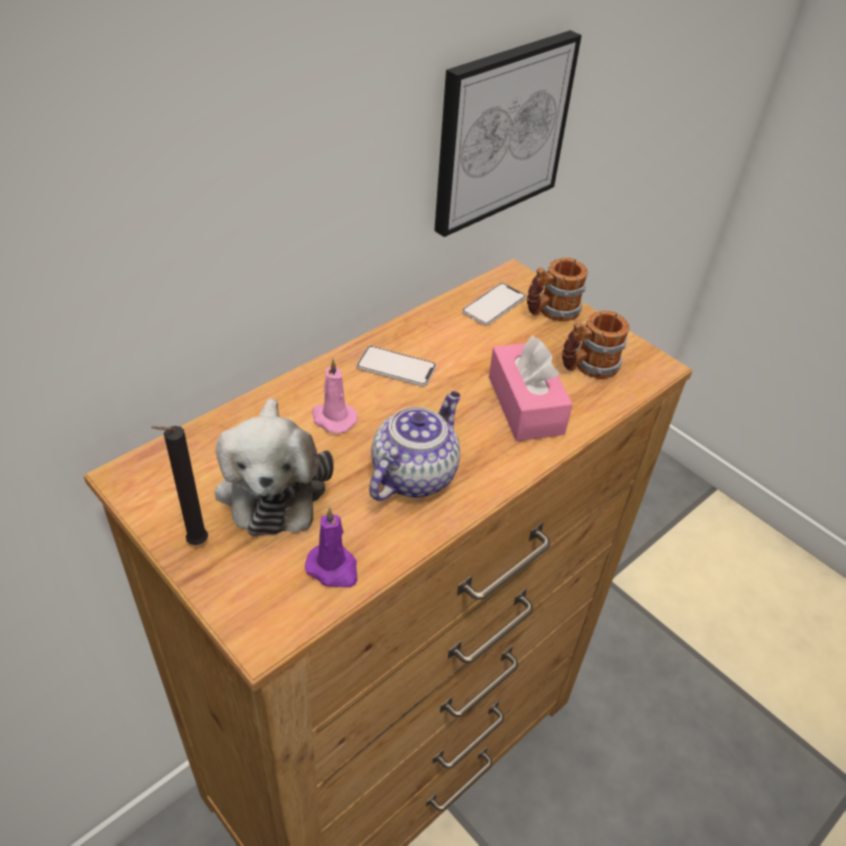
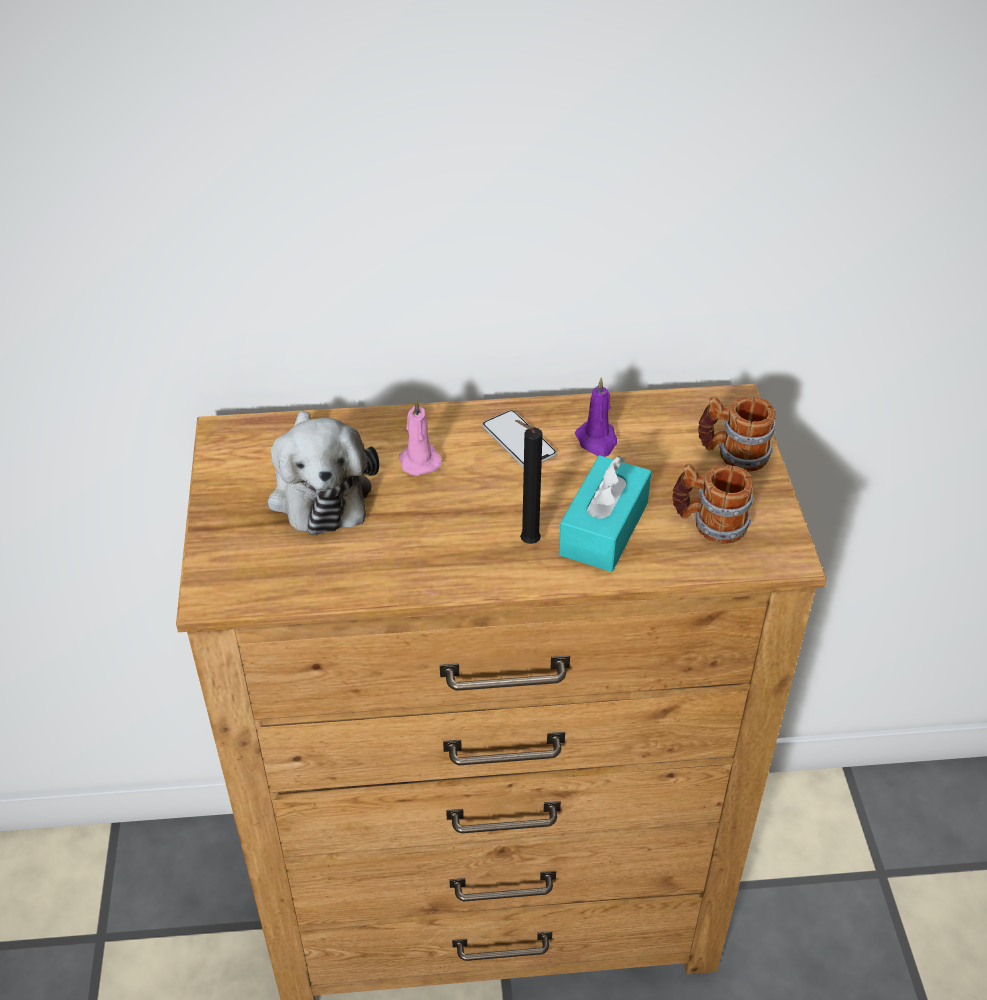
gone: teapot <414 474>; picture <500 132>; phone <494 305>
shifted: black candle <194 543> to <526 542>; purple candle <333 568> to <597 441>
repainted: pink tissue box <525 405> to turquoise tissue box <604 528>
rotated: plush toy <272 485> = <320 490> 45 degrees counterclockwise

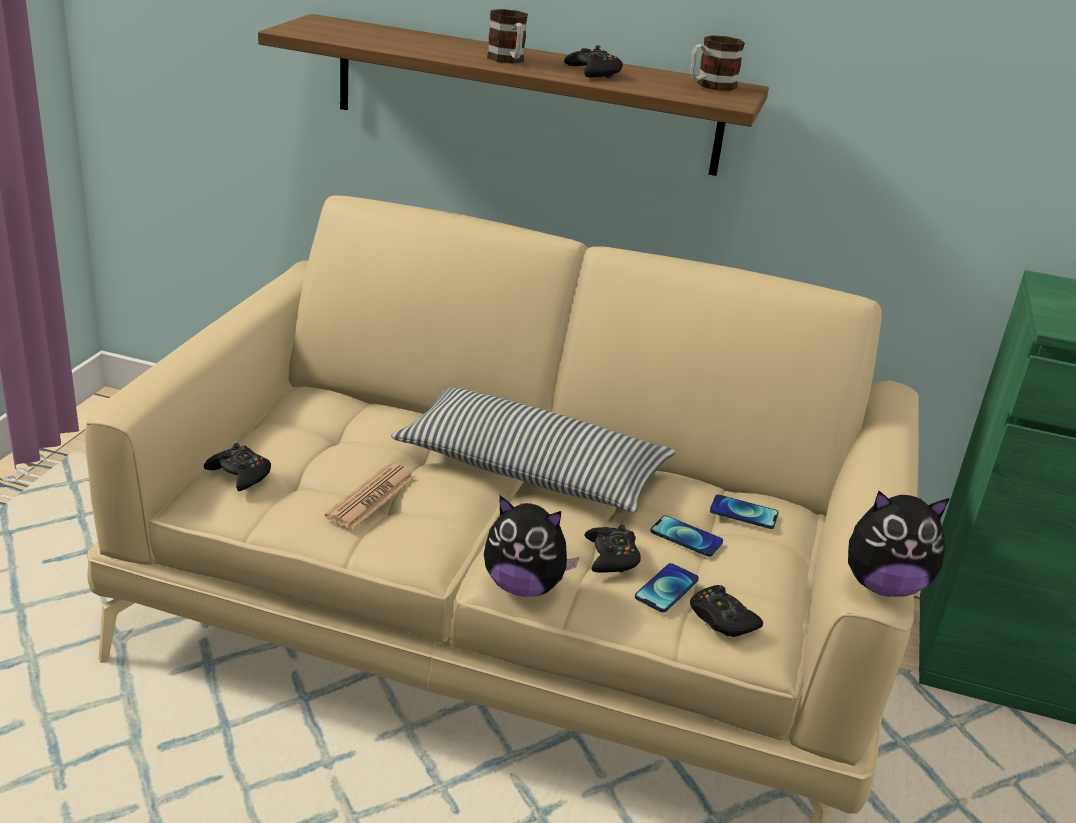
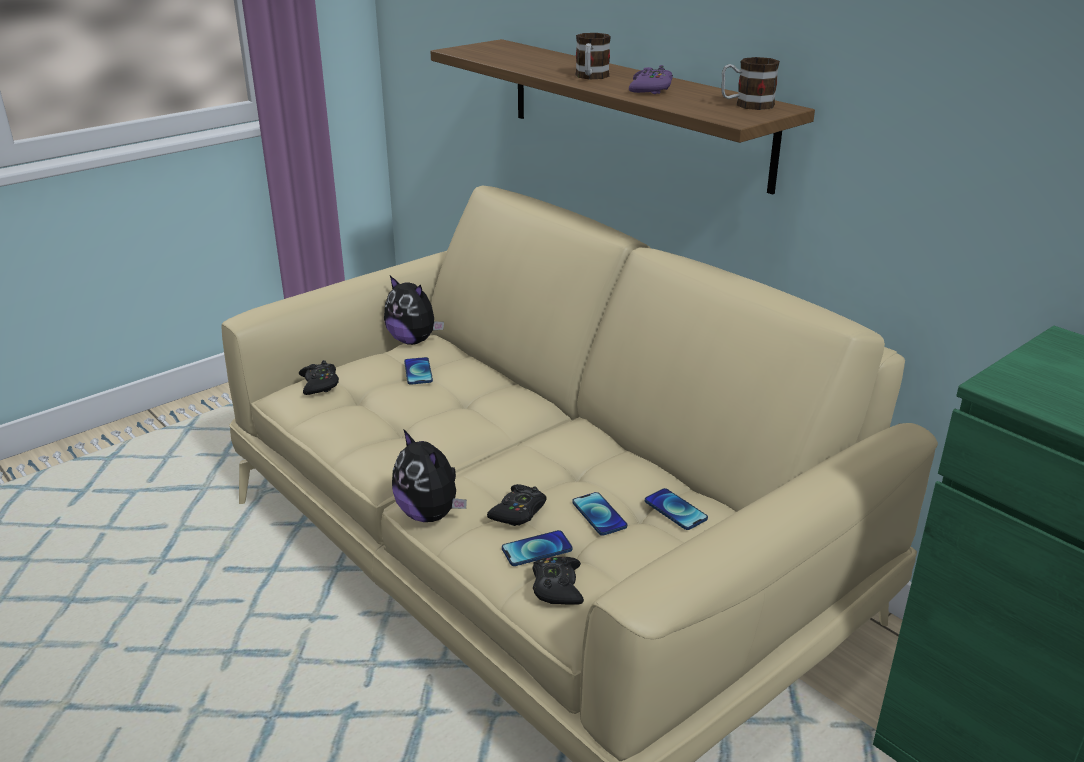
gone: newspaper <371 497>; pillow <531 470>
new: phone <418 372>
shifted: plush toy <882 585> to <413 340>
repainted: black game controller <593 72> to purple game controller <650 89>

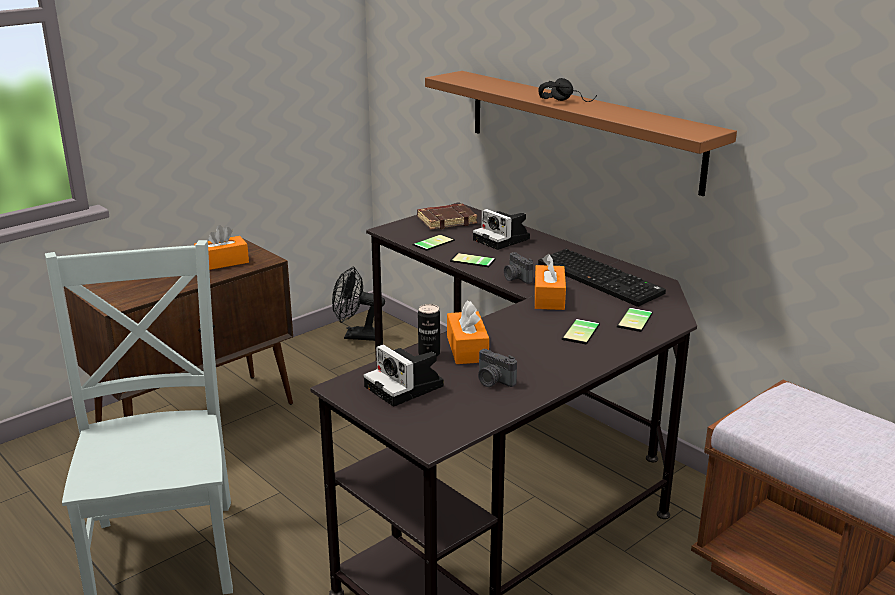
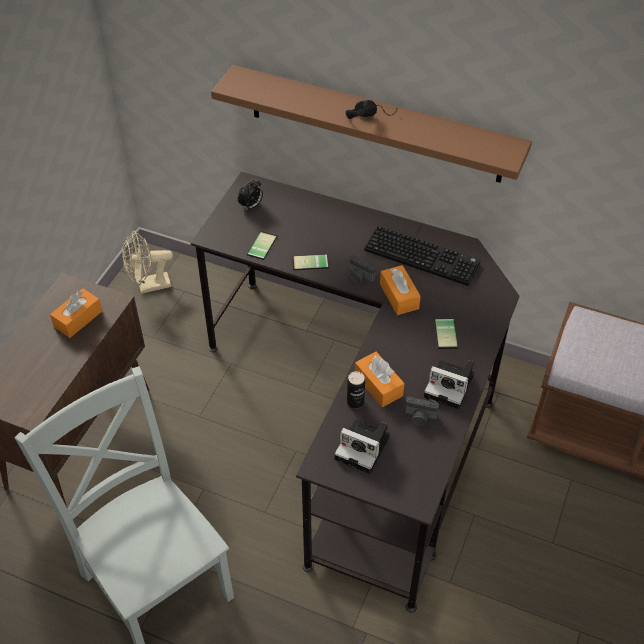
gone: phone <637 320>
shifted: photo camera <503 239> to <451 386>
swapped: brown book <447 220> to alarm clock <251 206>
repainted: black fan <356 336> to beige fan <149 286>

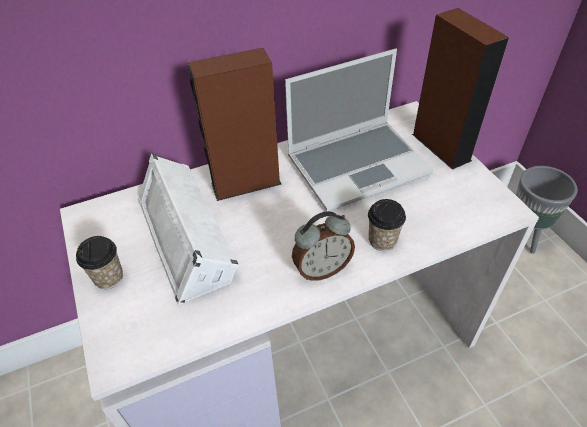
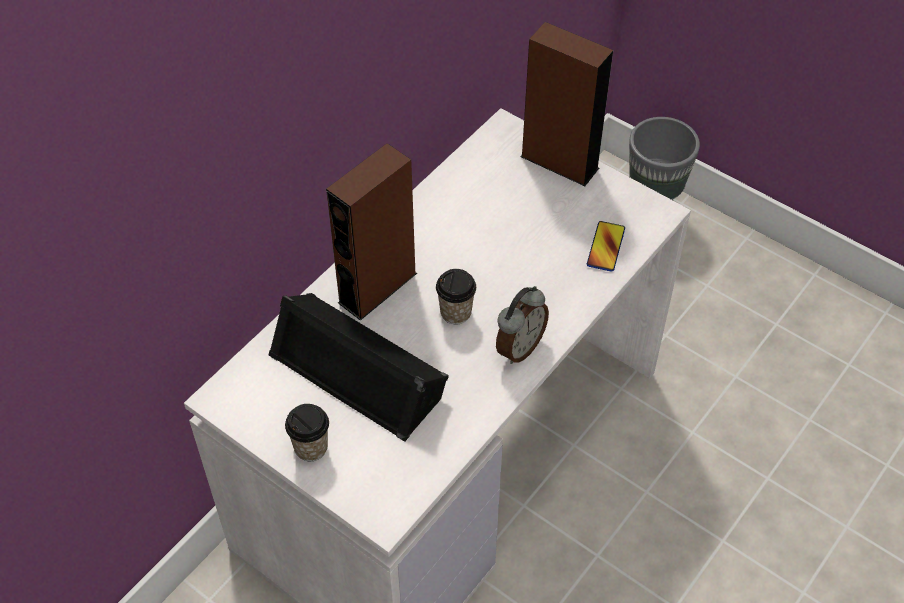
gone: laptop <358 165>
new: phone <605 247>
shifted: cup <382 240> to <455 312>
repainted: white speaker <188 236> to black speaker <359 371>

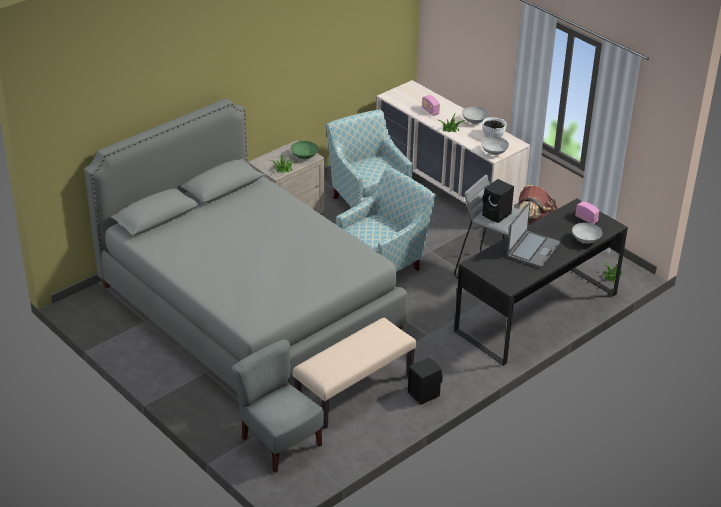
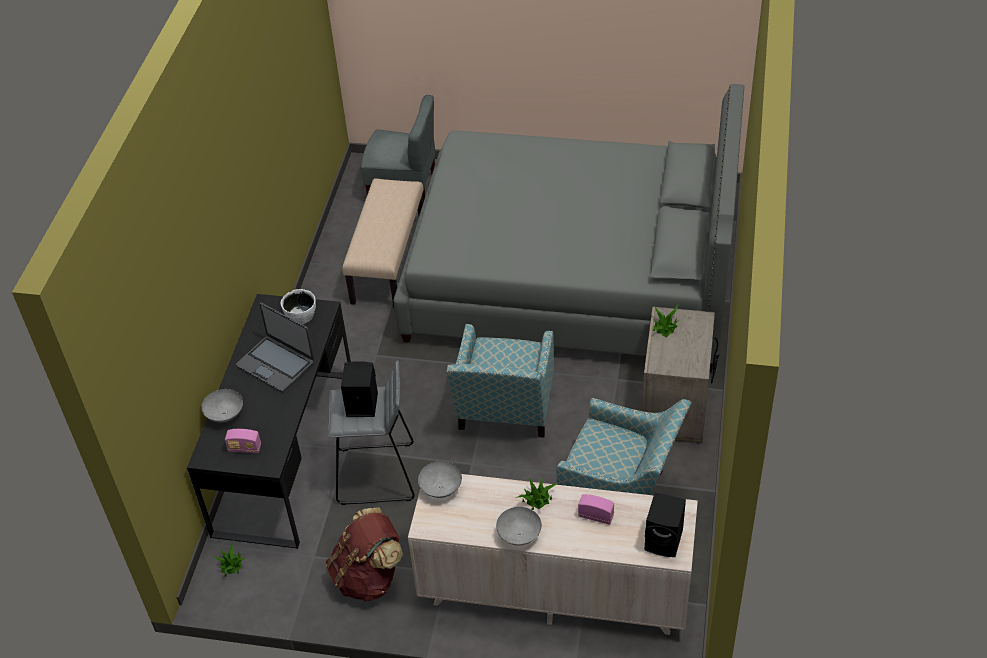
gone: green bowl <303 157>
shifted: black speaker <423 393> to <665 541>; white bowl <493 135> to <301 316>
rotated: laptop <532 250> = <276 364> 45 degrees counterclockwise

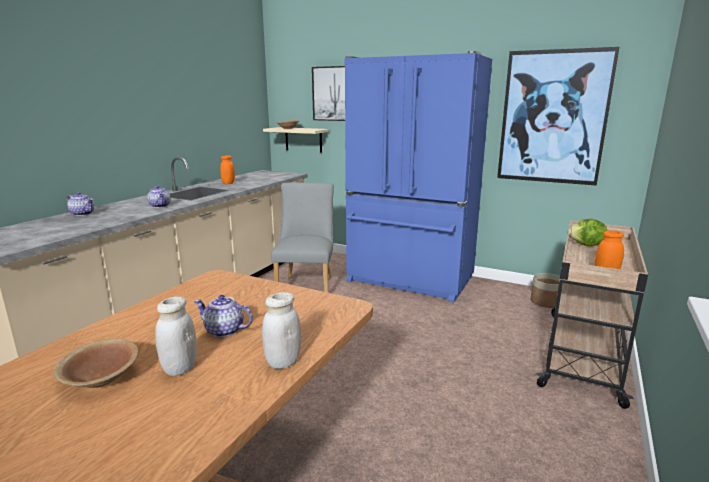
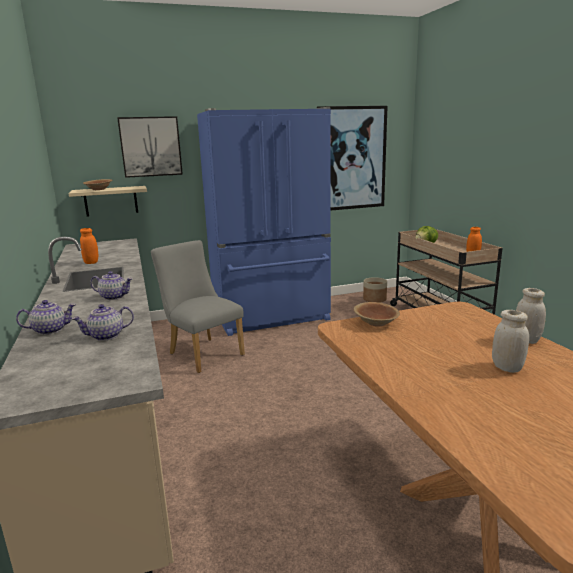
shifted: brown bowl <101 379> to <376 323>; teapot <224 330> to <106 336>

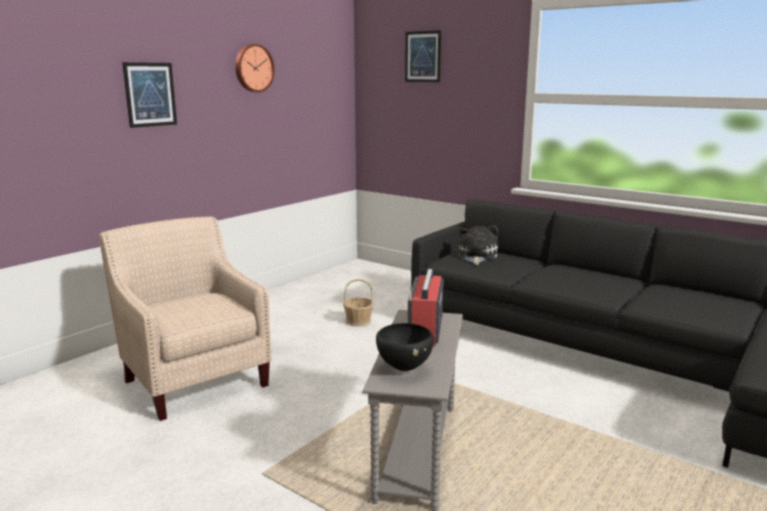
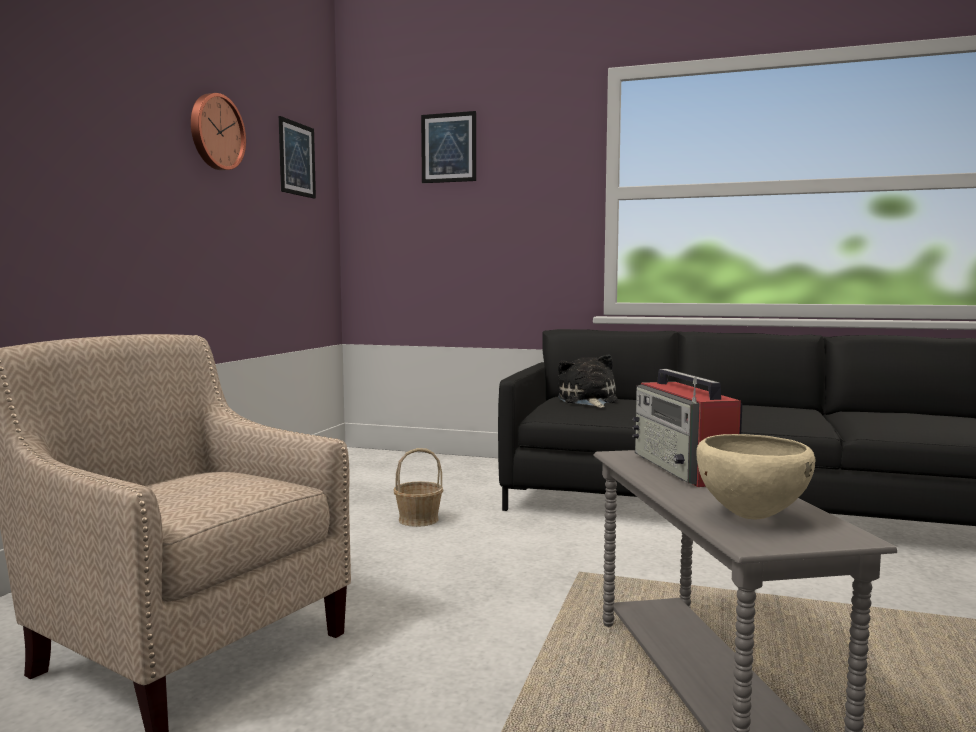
shifted: picture <150 94> to <297 159>
repainted: black bowl <404 369> to beige bowl <750 517>

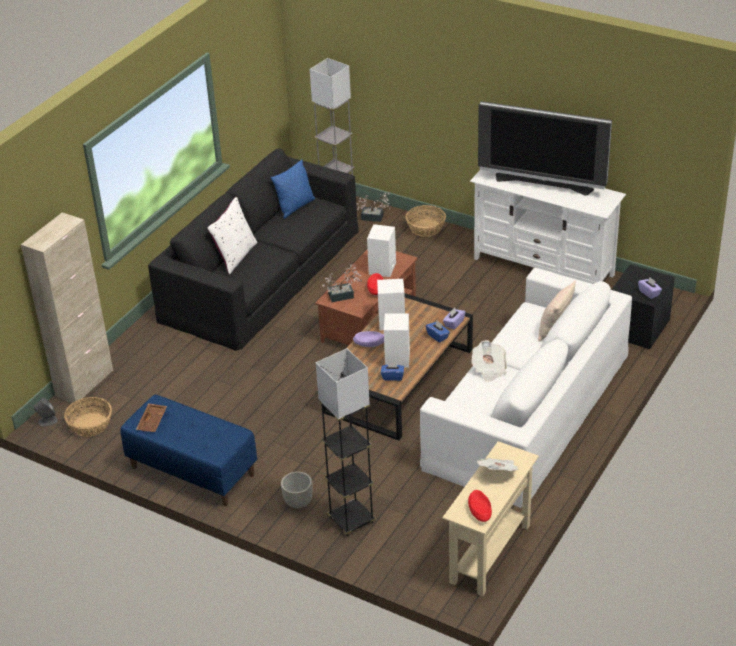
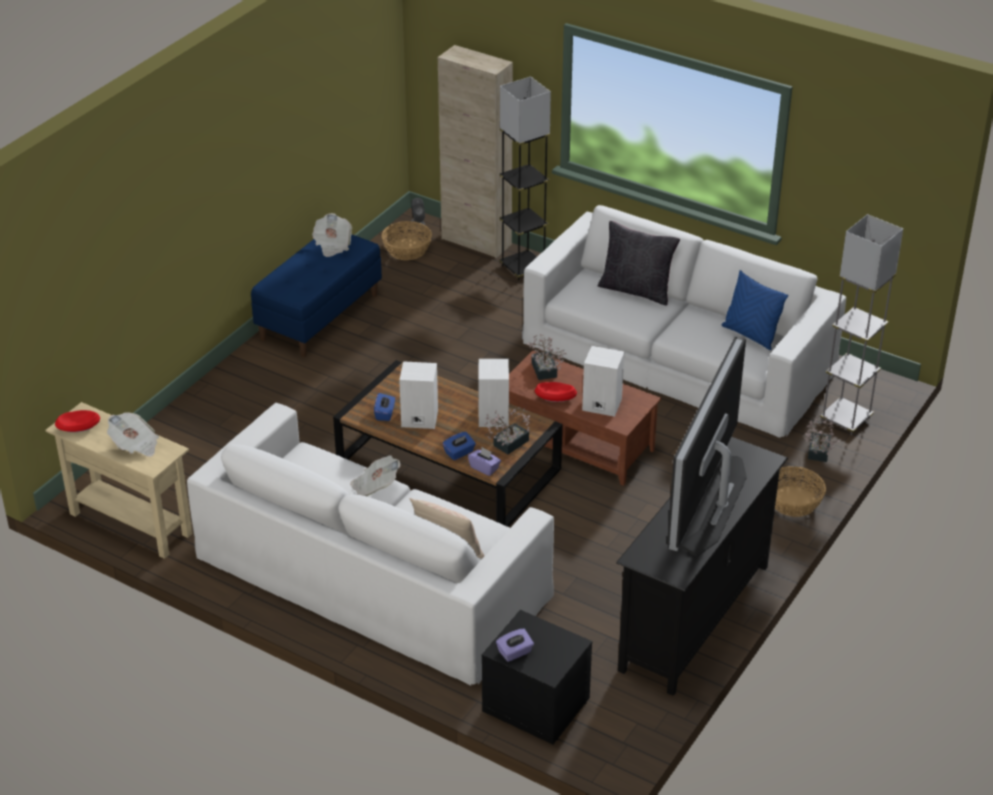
gone: grey planter <298 503>; purple bowl <370 344>
new: potted plant <507 444>
shifted: grey floor lamp <351 520> to <523 268>
swapped: brown tray <153 421> to newspaper <332 245>
repainted: black sofa <261 274> to white sofa <678 355>; white pillow <235 256> to black pillow <636 290>; white tv stand <544 266> to black tv stand <695 618>

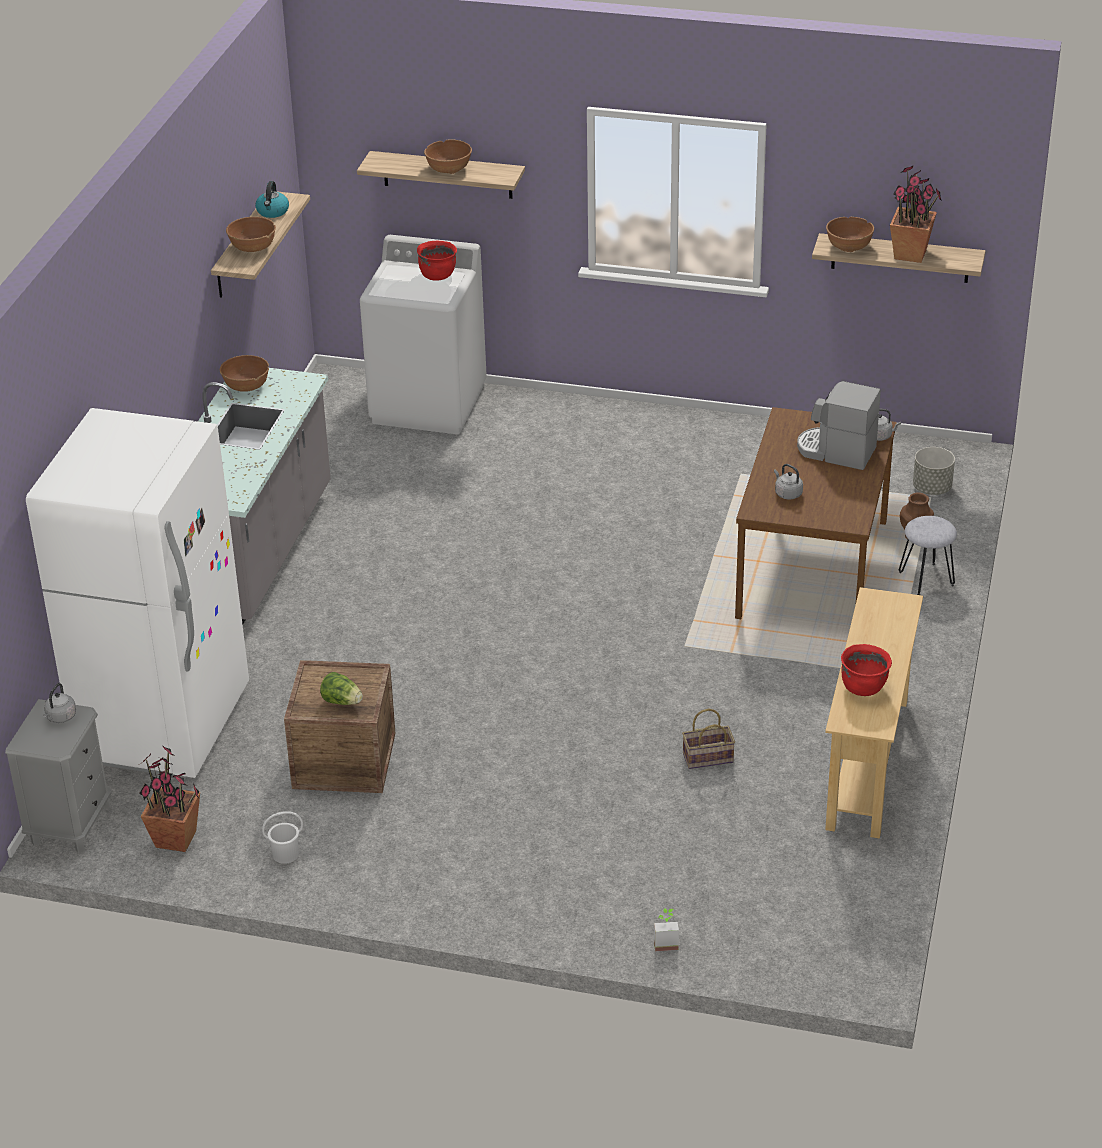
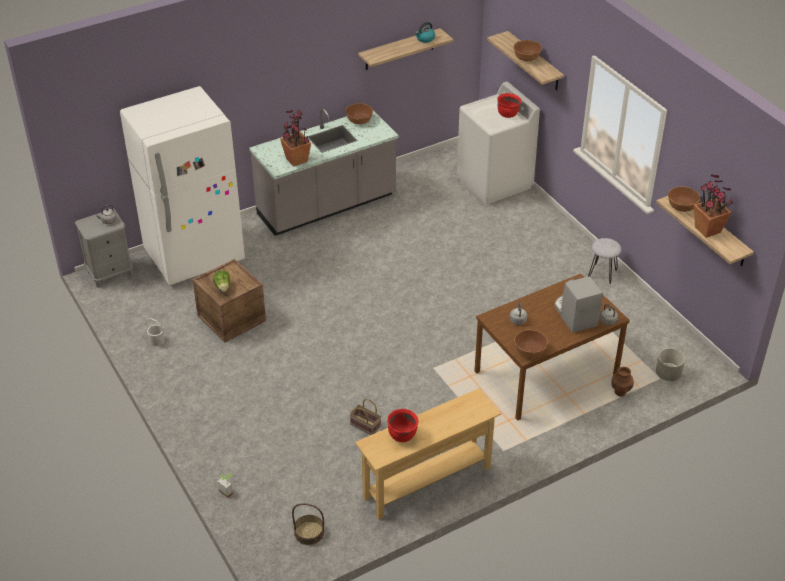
new: basket <309 533>
shifted: potted plant <176 839> to <296 160>; brown bowl <253 247> to <530 351>; grey stool <926 579> to <602 273>

